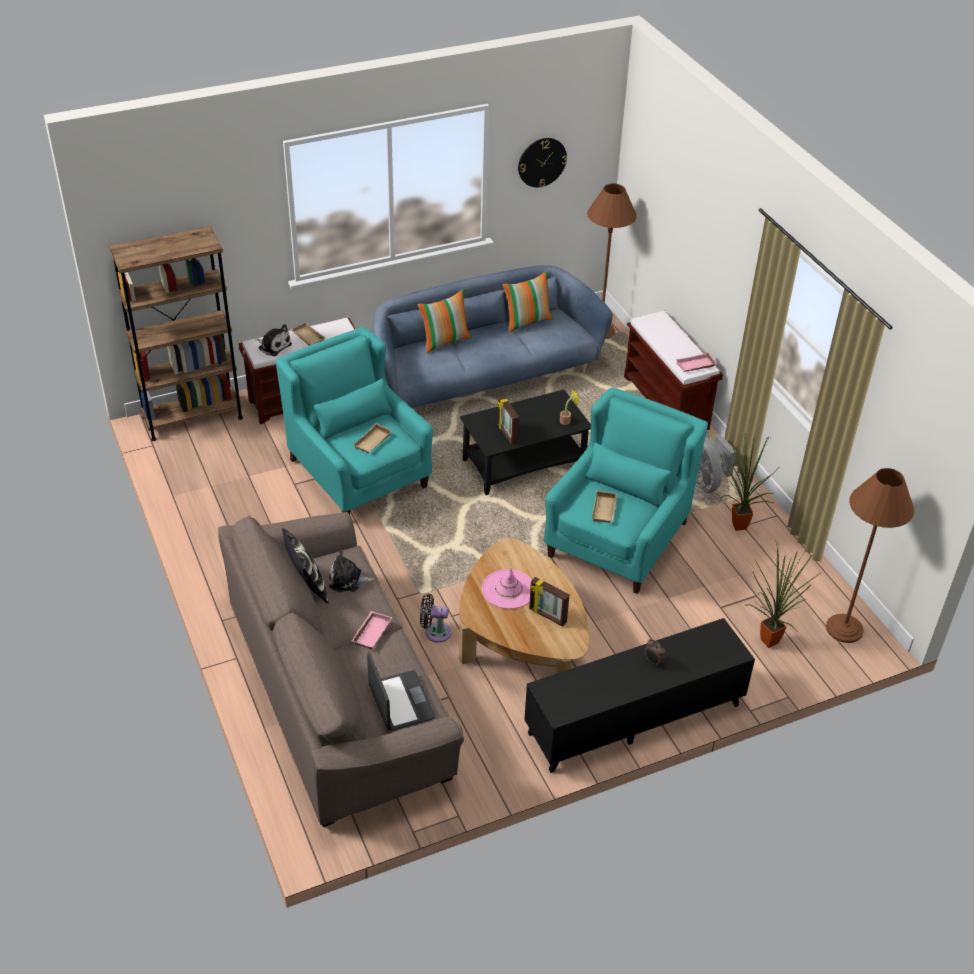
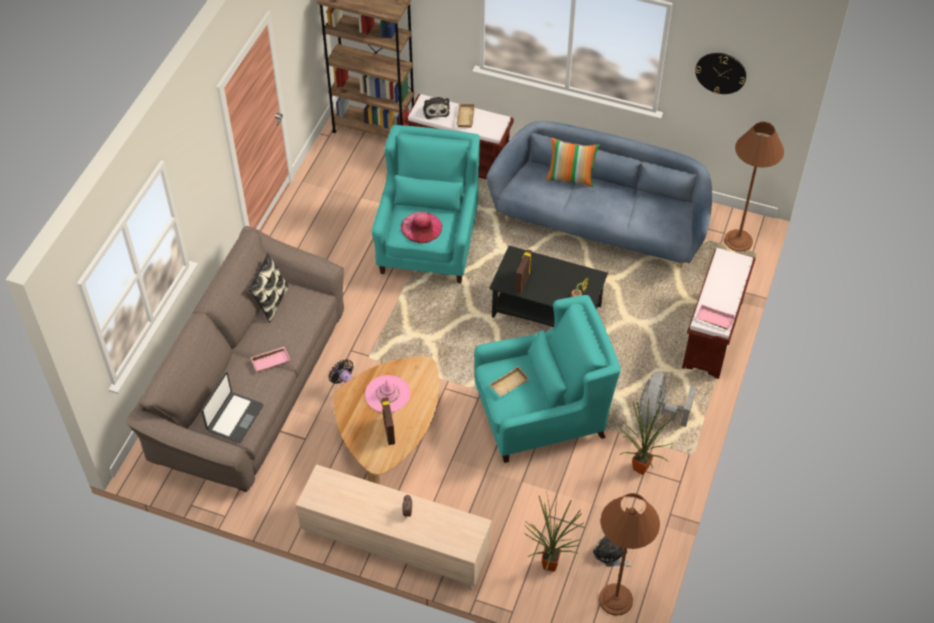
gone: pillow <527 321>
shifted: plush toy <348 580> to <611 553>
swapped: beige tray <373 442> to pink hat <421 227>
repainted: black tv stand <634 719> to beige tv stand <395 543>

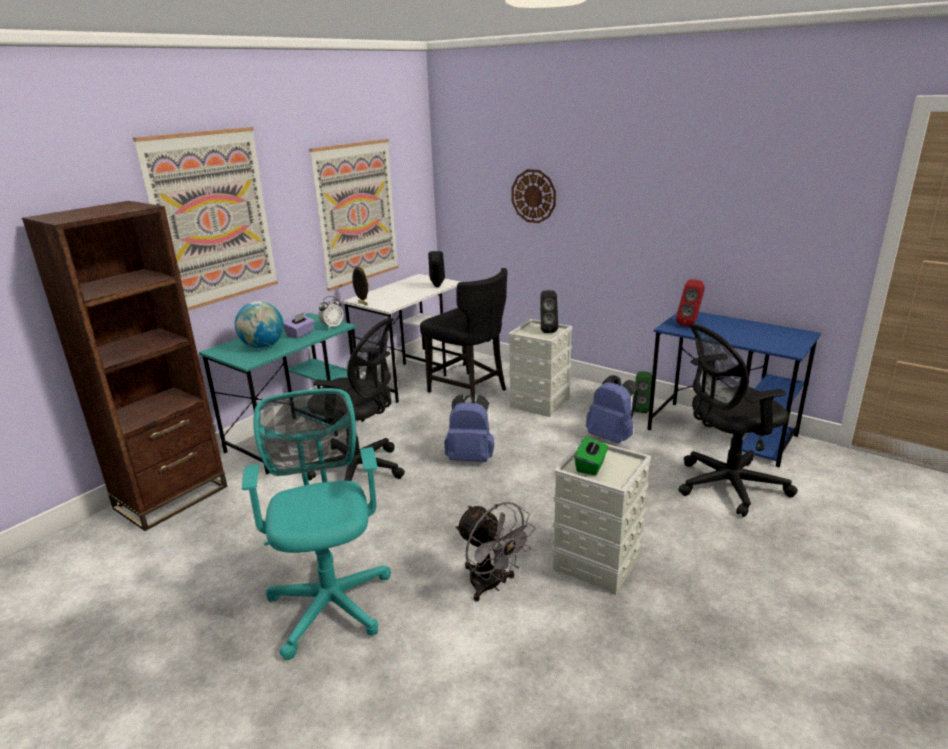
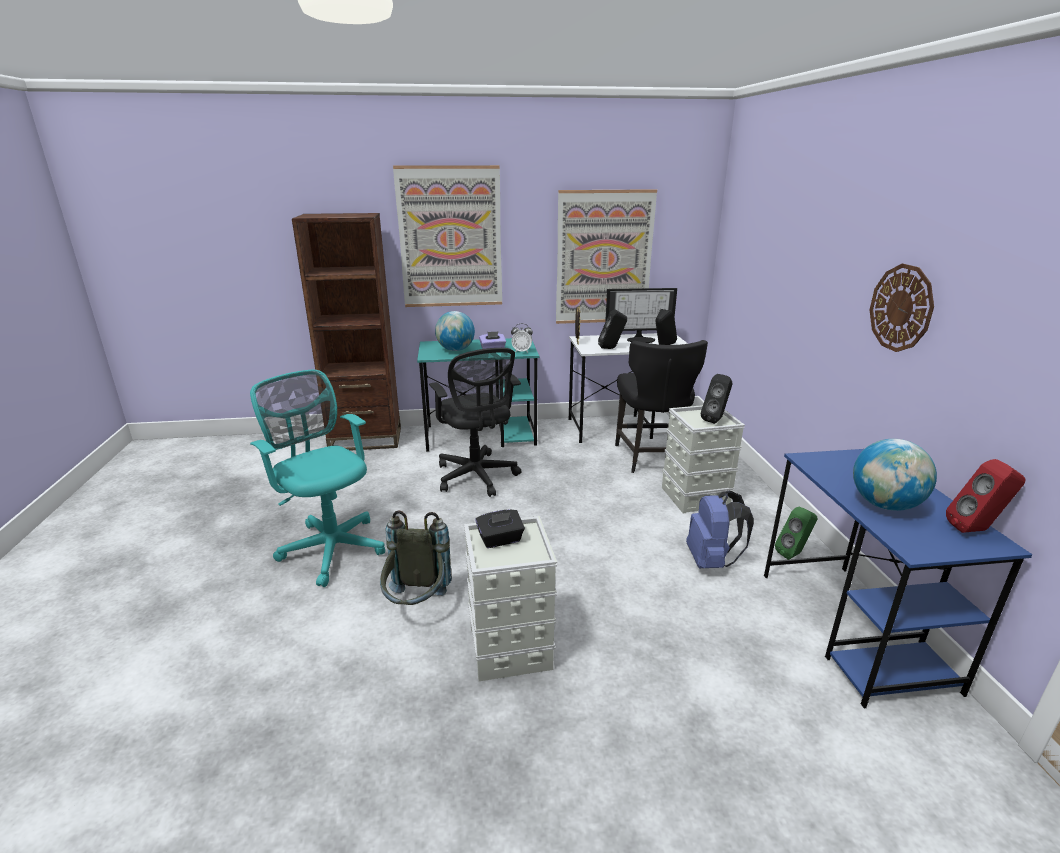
gone: blue backpack <471 457>; black office chair <725 486>
new: black speaker <611 348>; monitor <640 339>; globe <884 505>
shifted: wall clock <533 196> to <901 308>; red speaker <690 324> to <975 530>
swapped: grey fan <492 586> to grey backpack <417 606>
repainted: green tissue box <591 466> to black tissue box <500 540>
rotated: turquoise office chair <330 600> = <331 546> 75 degrees counterclockwise

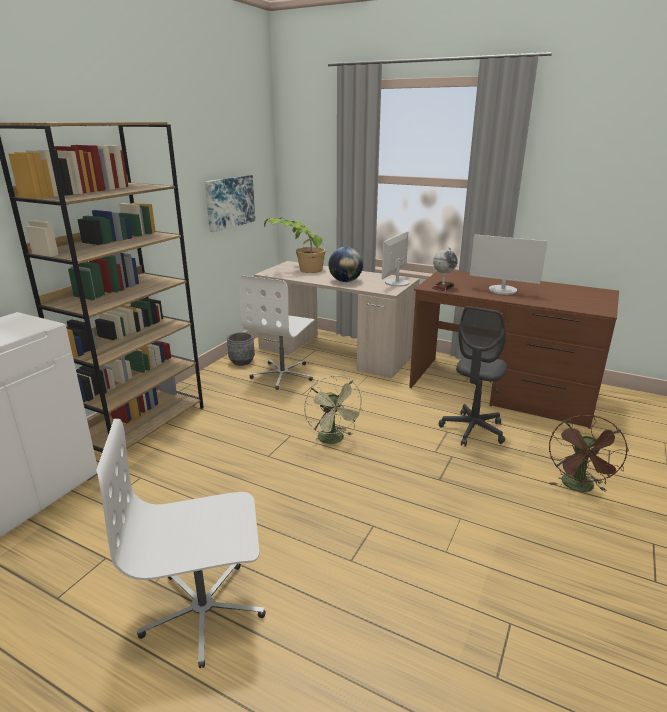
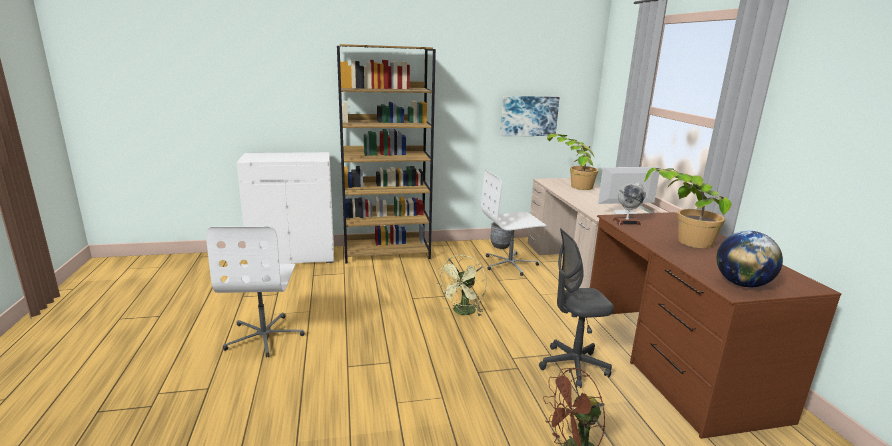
shifted: globe <345 281> to <742 284>
swapped: monitor <502 290> to potted plant <678 242>
rotated: white office chair <204 611> = <265 336> 135 degrees counterclockwise

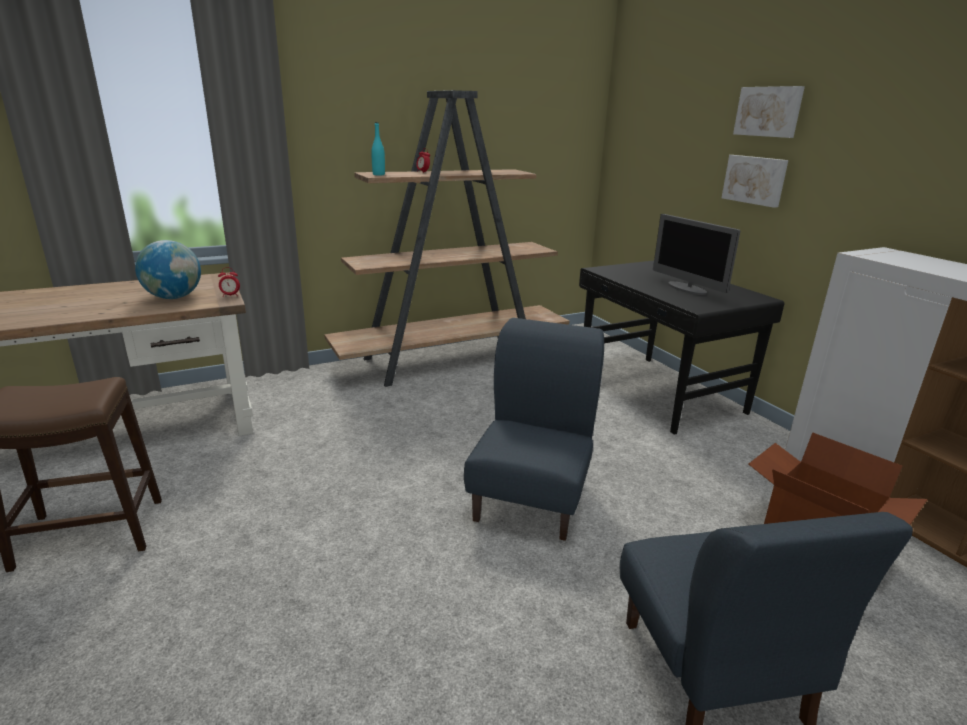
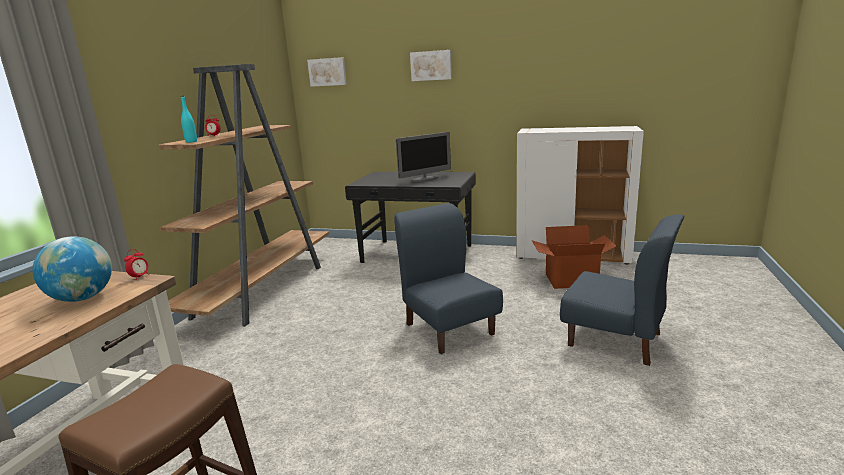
shifted: picture <755 180> to <327 72>
rotated: monitor <687 289> = <425 179> 45 degrees counterclockwise

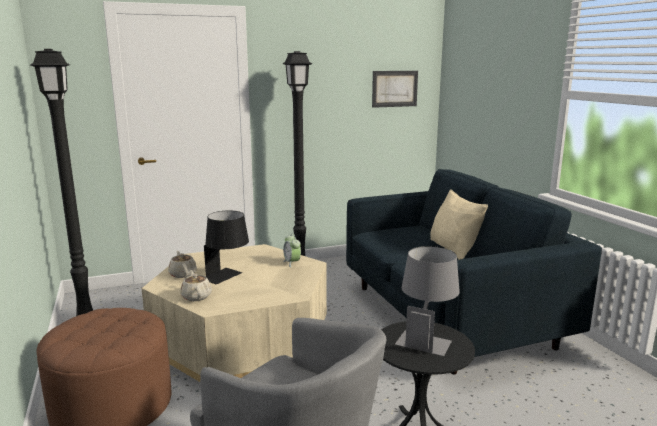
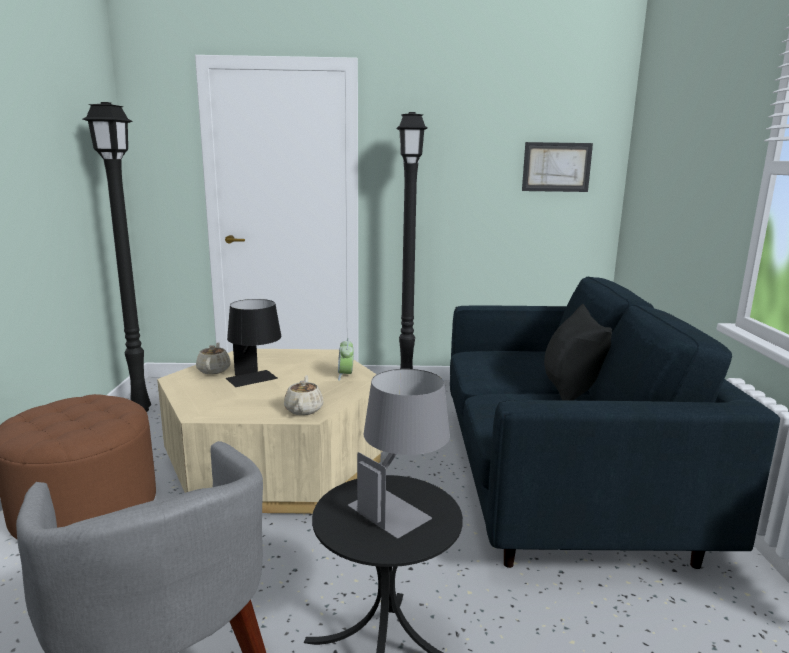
shifted: beige teapot <196 296> to <304 409>
repainted: beige pillow <454 249> to black pillow <570 389>

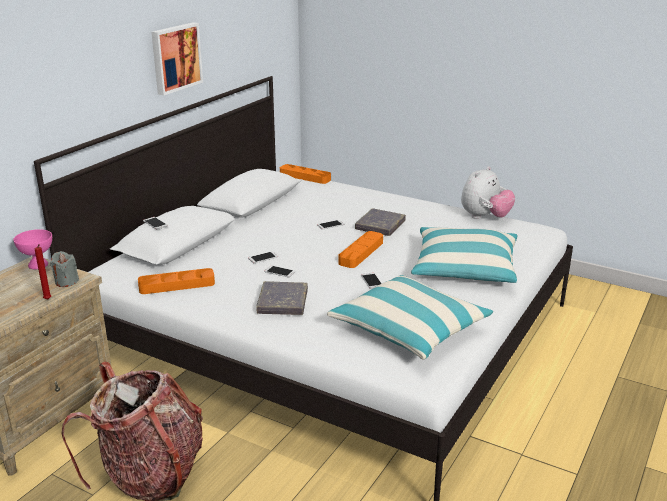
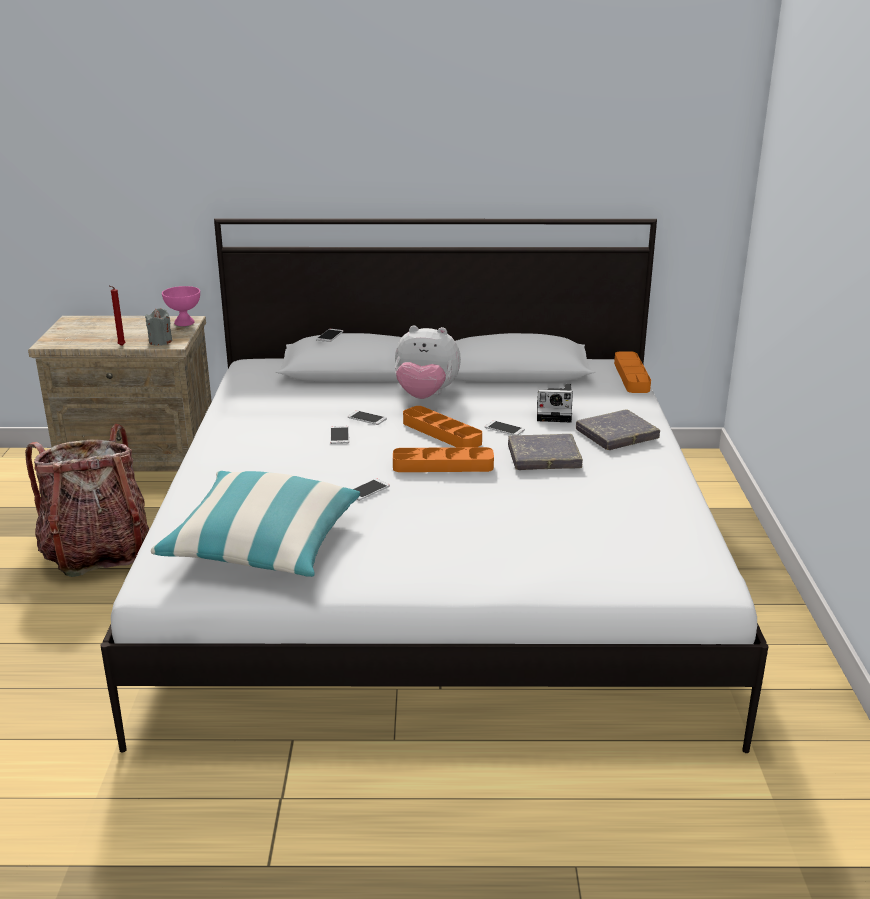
gone: picture <175 57>; pillow <465 268>
new: photo camera <555 413>
shifted: orange tray <177 285> to <441 433>; grey book <282 302> to <616 435>; plush toy <485 217> to <425 396>

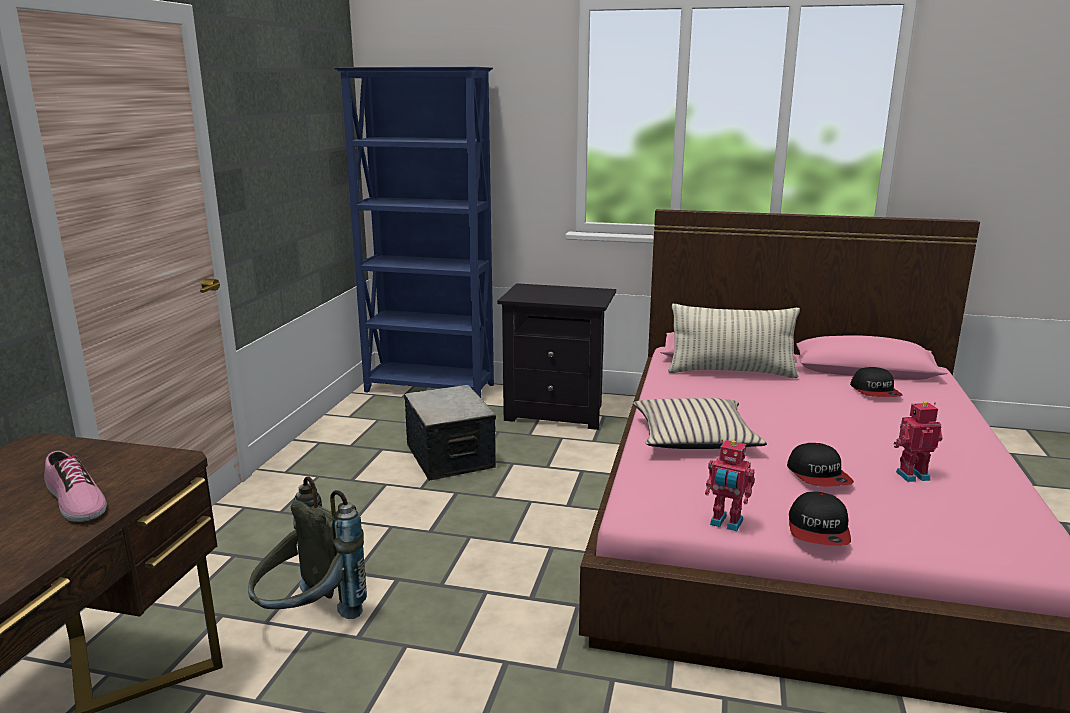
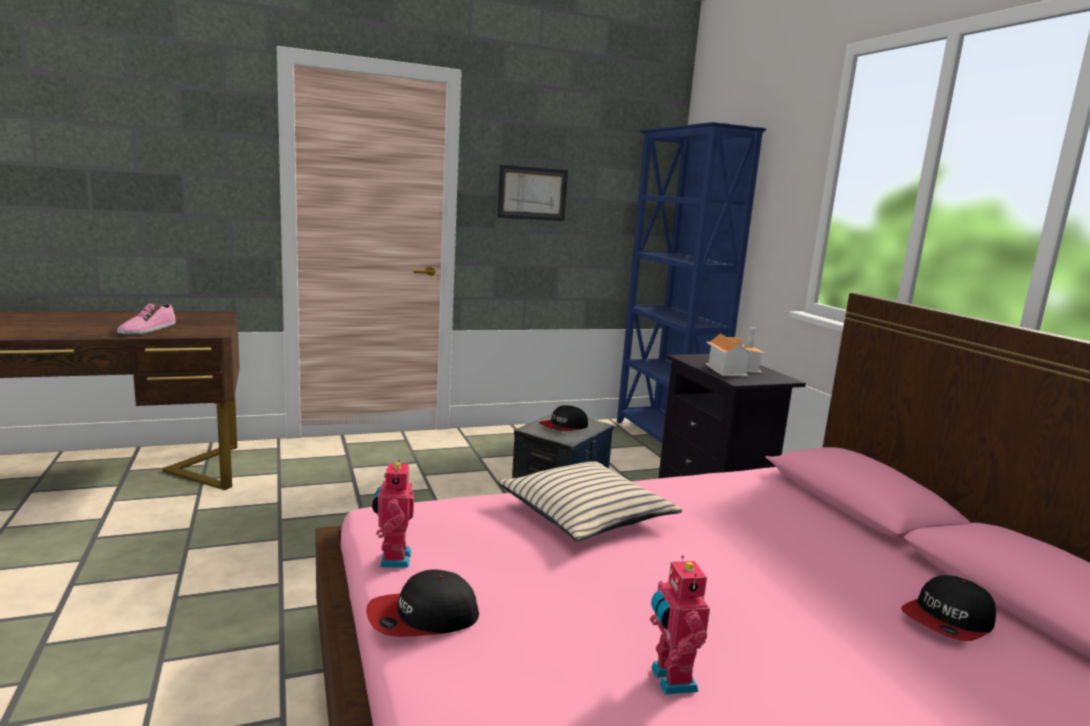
gone: grey backpack <309 619>; pillow <731 372>
new: picture <532 193>; toy house <732 369>
shifted: cap <819 475> to <564 427>
rotated: toy robot <911 475> = <670 679> 150 degrees counterclockwise

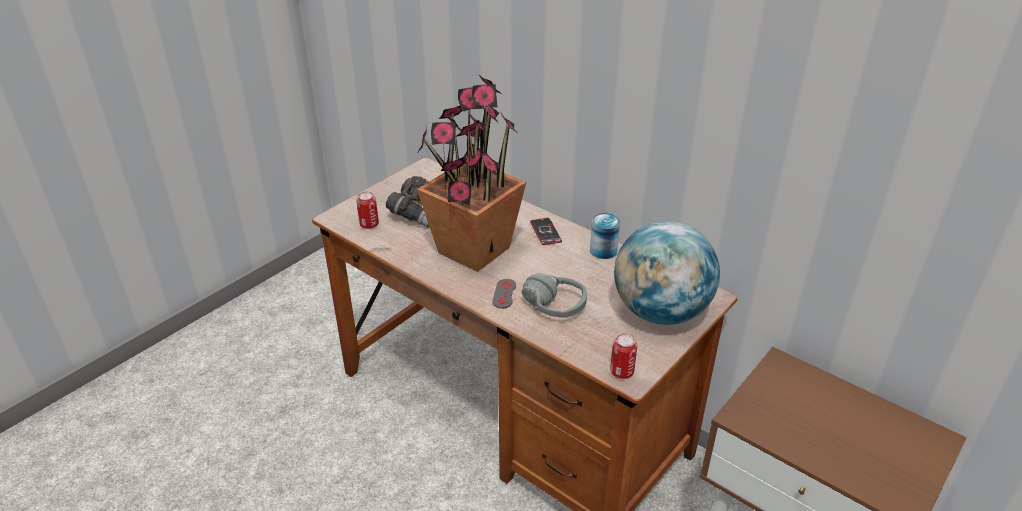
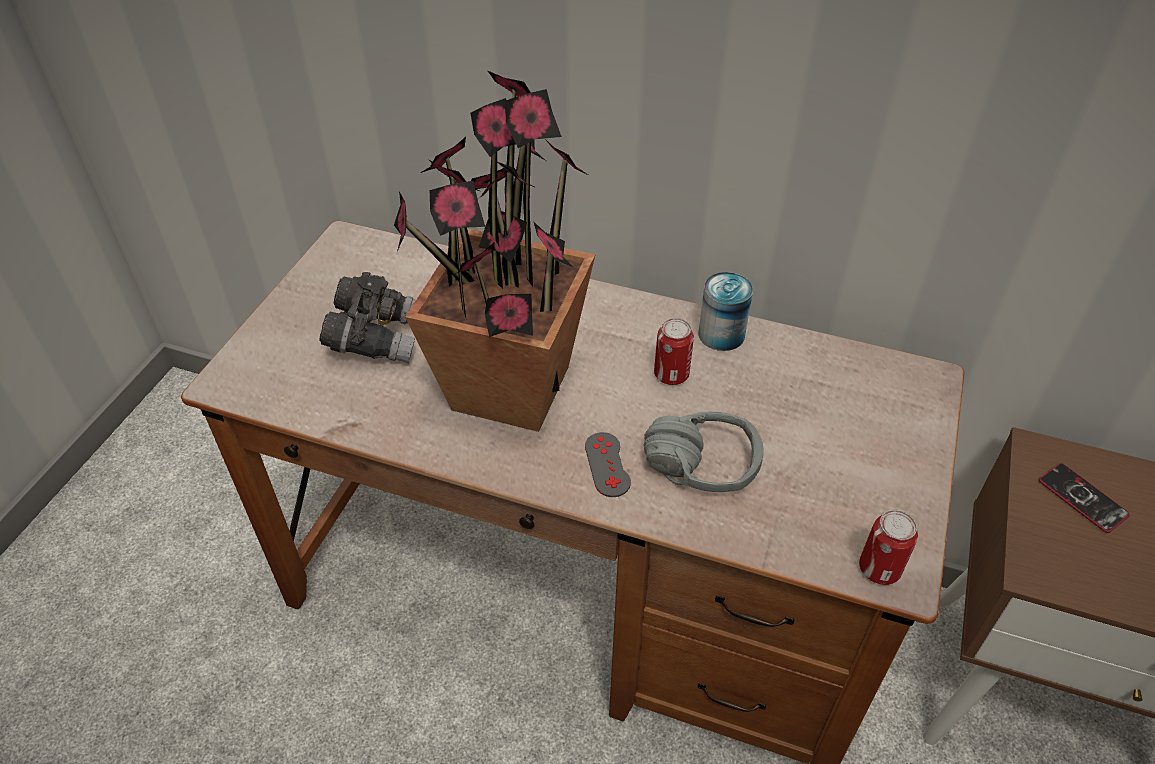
gone: globe <660 312>
shifted: can <369 225> to <671 374>; phone <545 232> to <1082 498>

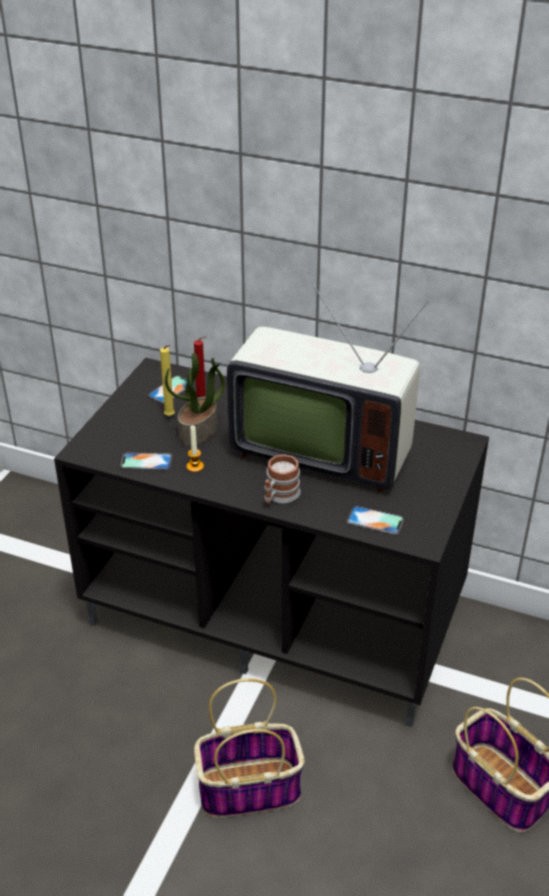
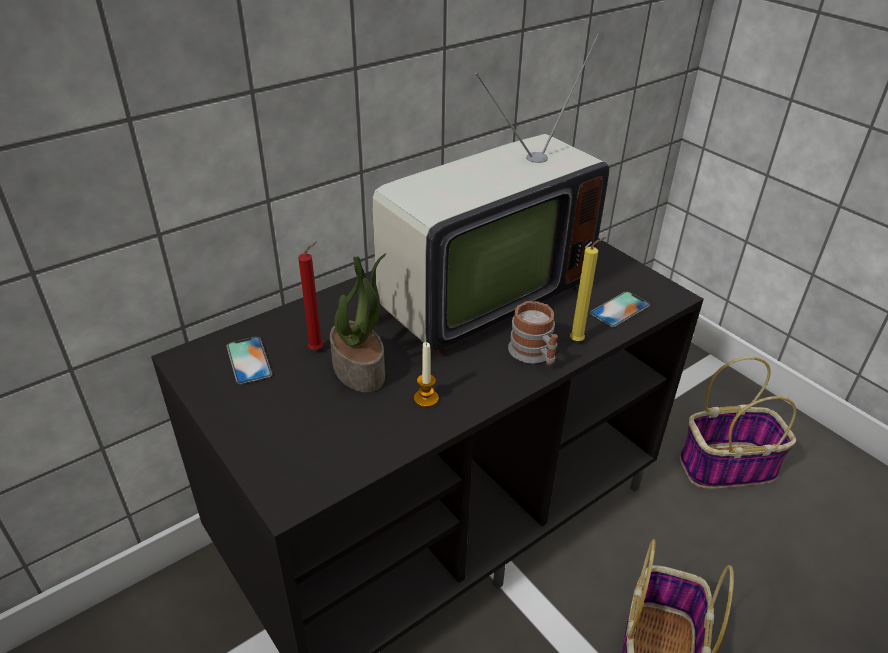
gone: phone <146 462>
shifted: yellow candle <170 417> to <579 341>

